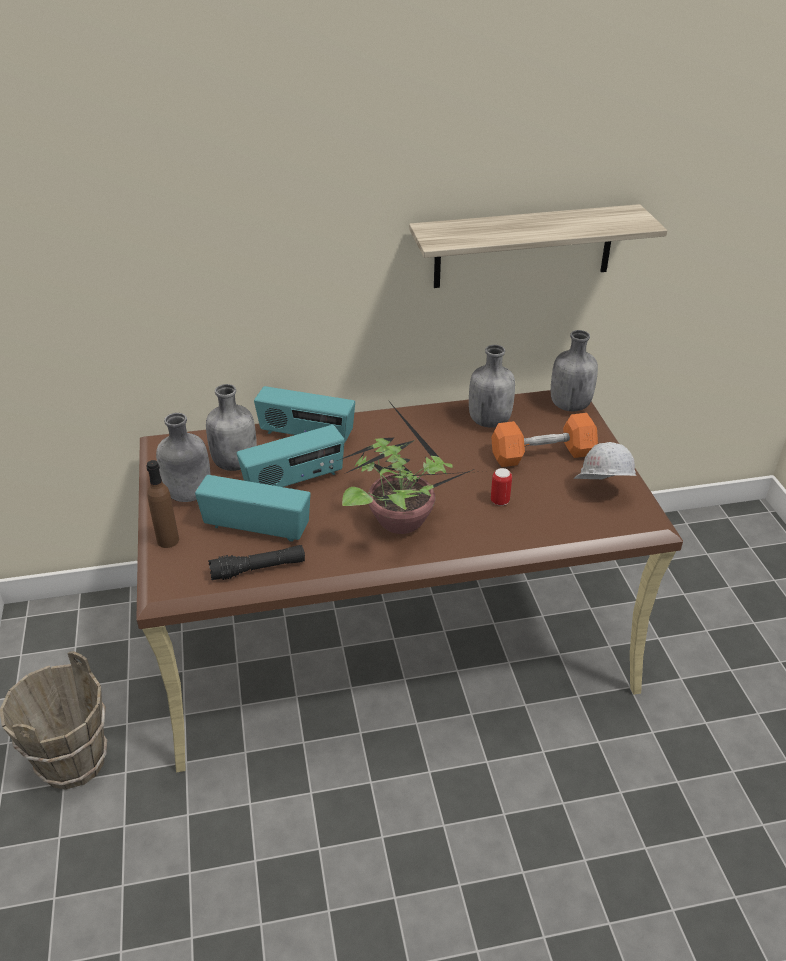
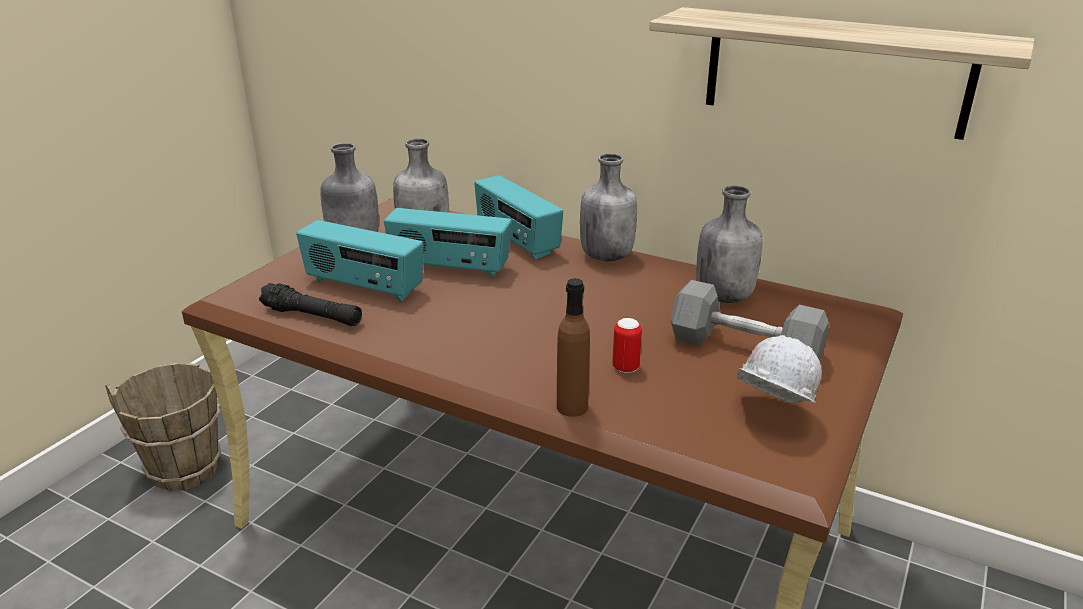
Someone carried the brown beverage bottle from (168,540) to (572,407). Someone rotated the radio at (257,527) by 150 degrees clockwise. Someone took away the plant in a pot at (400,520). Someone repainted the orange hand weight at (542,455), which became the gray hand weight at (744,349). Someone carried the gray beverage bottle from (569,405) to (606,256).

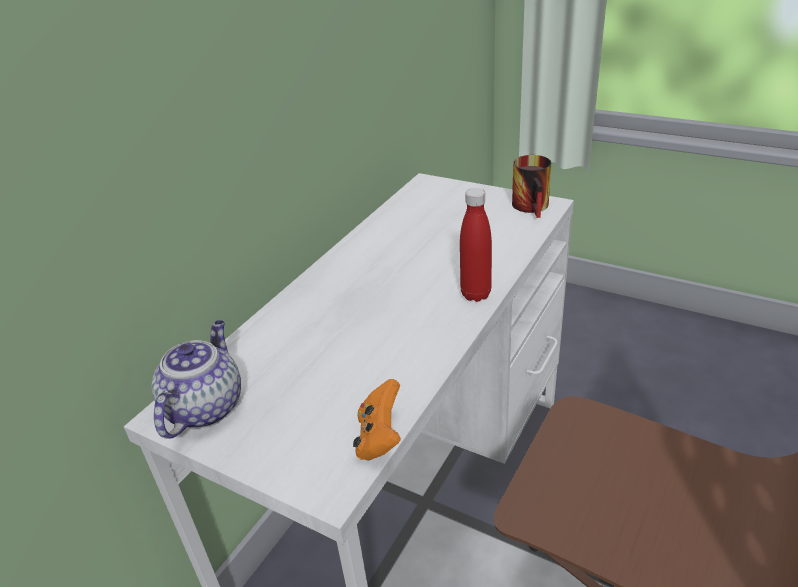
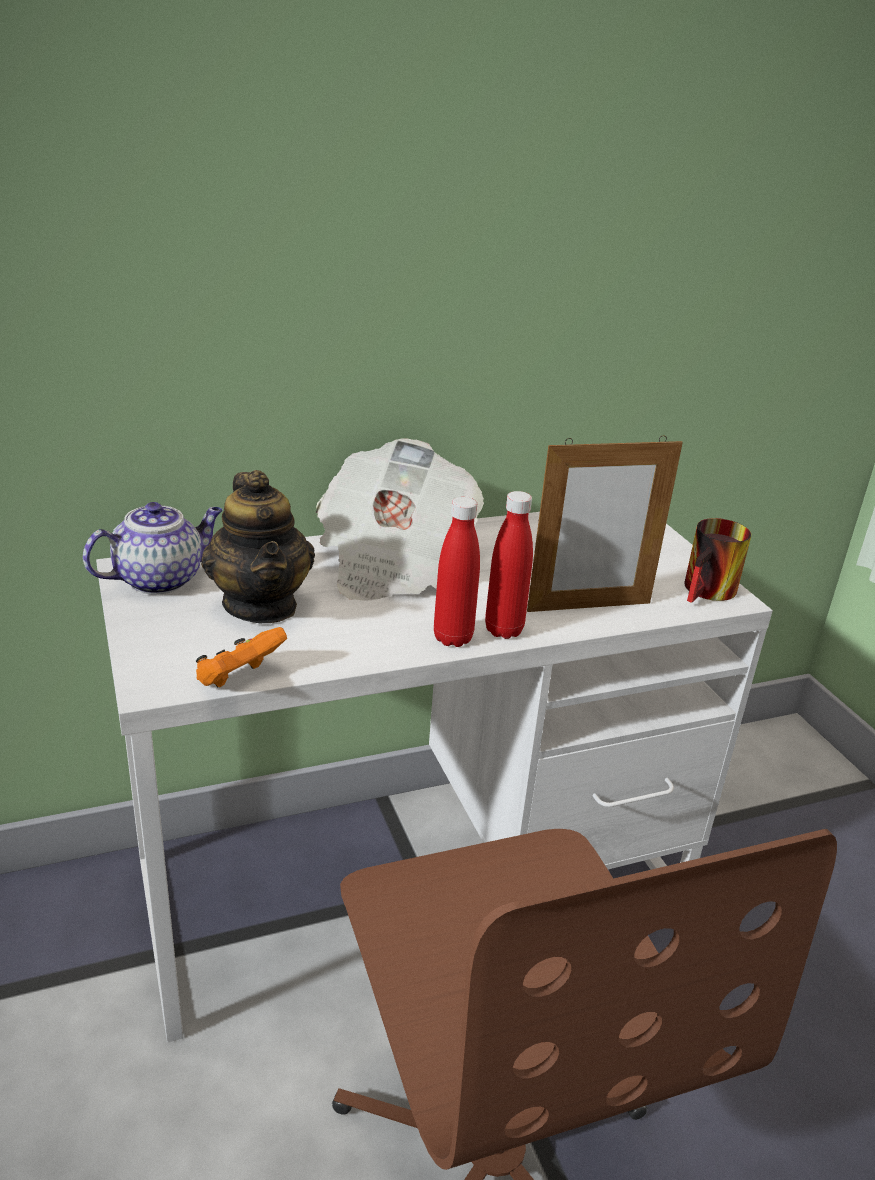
Someone put down the tea pot at (261,605). Someone put down the daily paper at (393,561). Someone put down the red-coloured beverage bottle at (453,638). Someone put down the photo frame at (589,607).

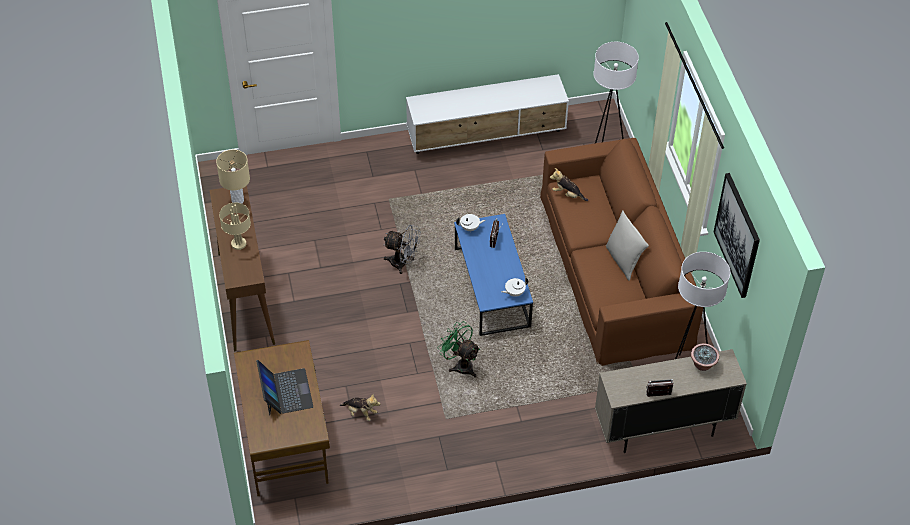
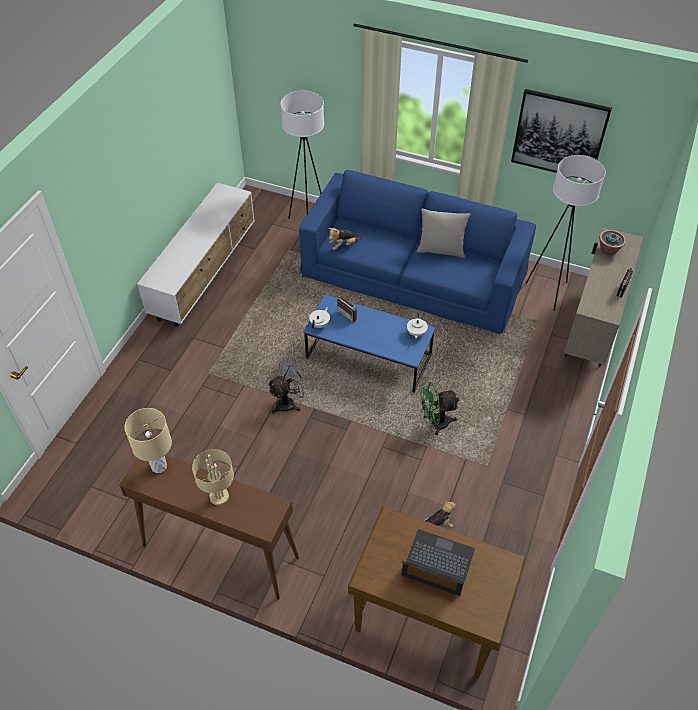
Someone repainted the brown settee at (615,269), which became the blue settee at (414,273).

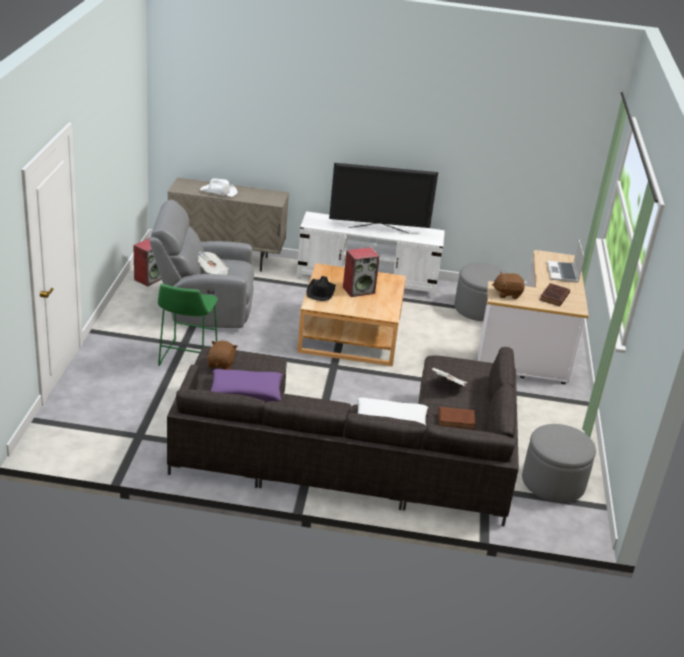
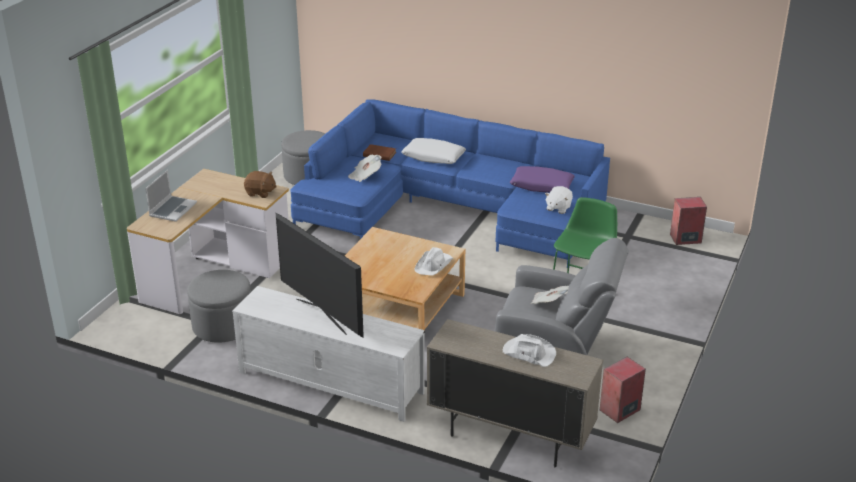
Someone repainted the gray settee at (356,452), which became the blue settee at (450,208). Someone repainted the brown soft toy at (221,364), which became the white soft toy at (558,208). Someone repainted the black wearable hat at (321,292), which became the white wearable hat at (434,265). Someone rotated the TV set at (378,230) by 150 degrees counterclockwise. Someone carried the loudspeaker from (359,290) to (685,239). Someone took away the brown volume at (554,297).

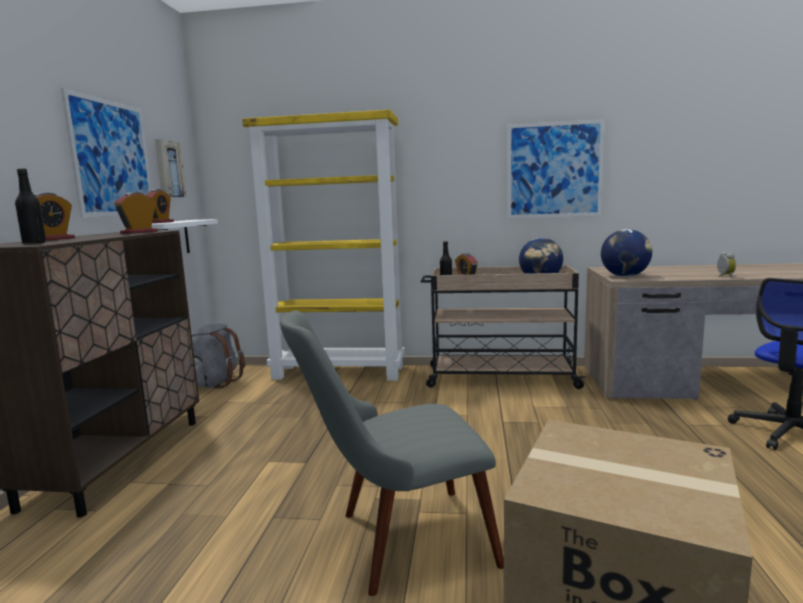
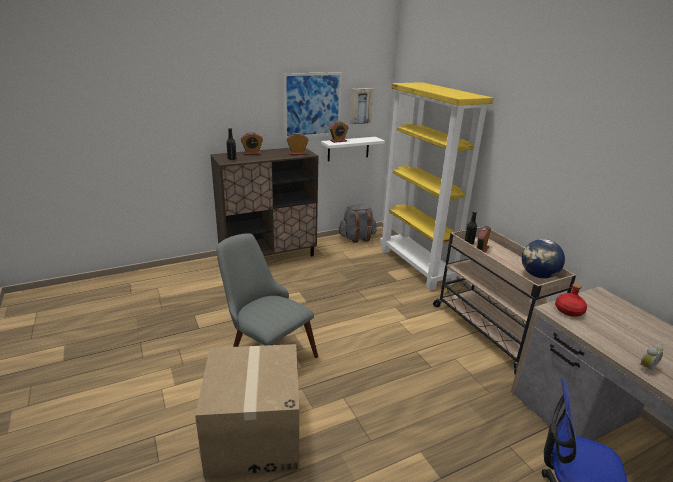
Someone took away the picture at (554,170). Someone swapped the globe at (625,276) for the red-coloured beverage bottle at (569,311).

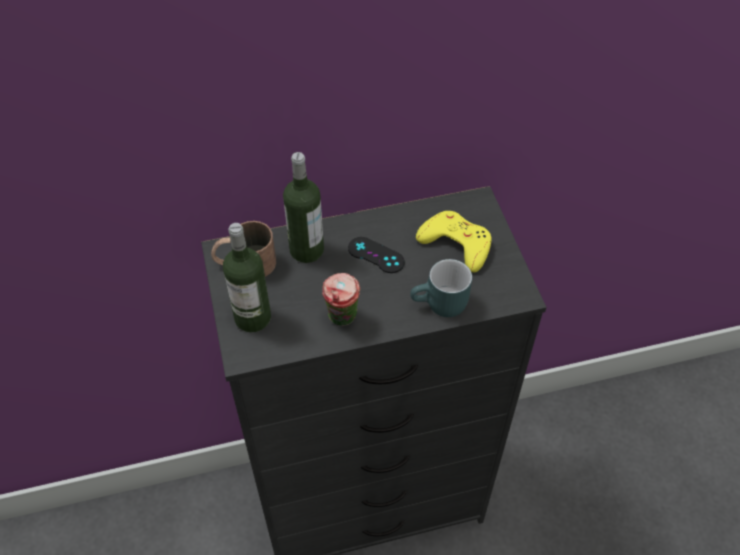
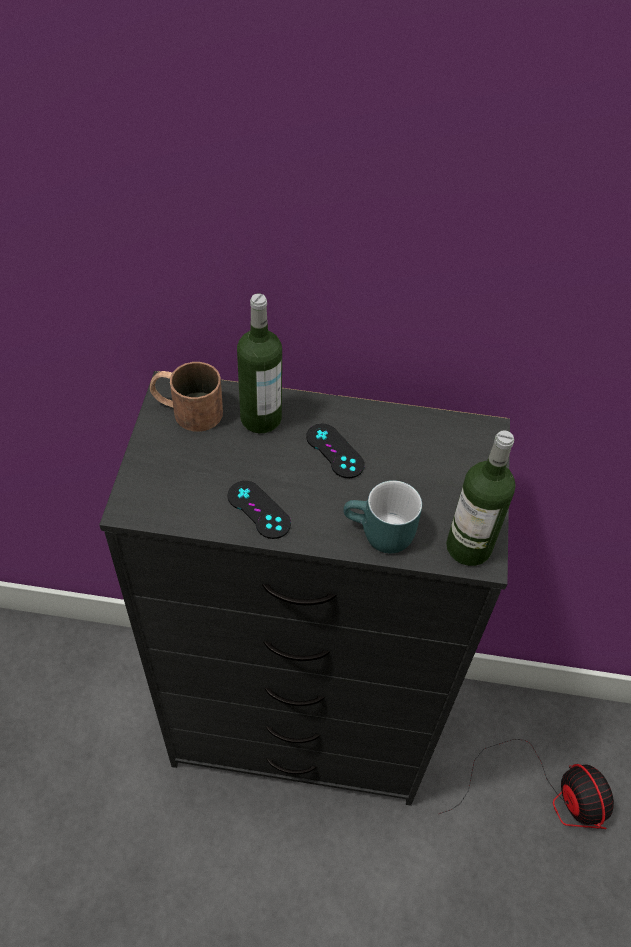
Someone carried the beverage bottle from (252,317) to (468,547). Someone swapped the small cup at (342,320) for the black joypad at (258,510). Someone took away the yellow joypad at (456,244). Someone put down the electric fan at (545,793).

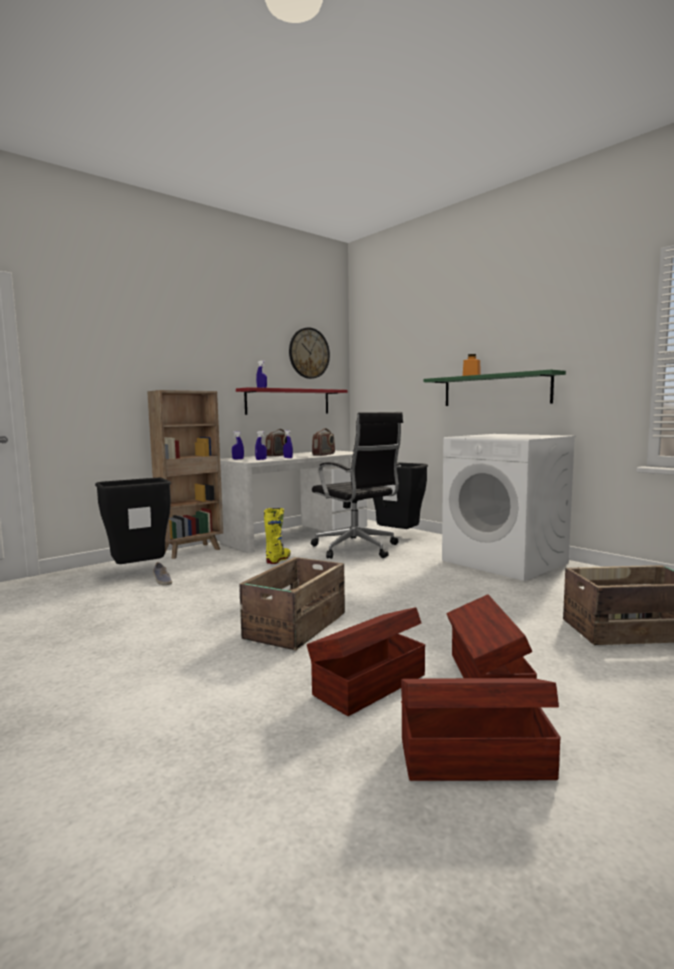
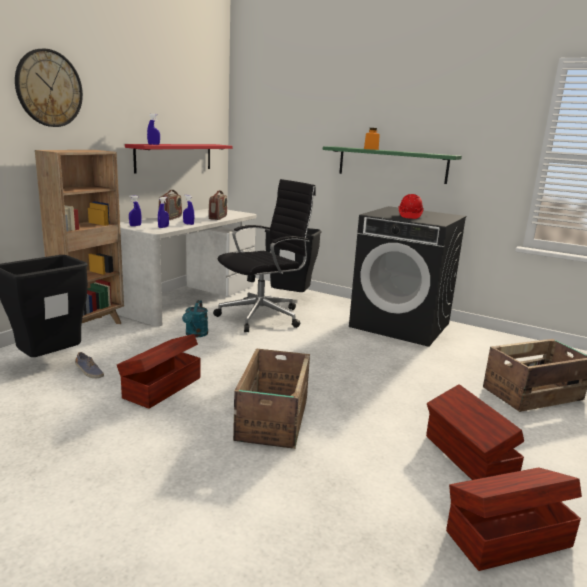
Someone swapped the yellow boot at (278,560) for the turquoise watering can at (195,334). Someone carried the clock on the wall from (309,353) to (49,88). Someone carried the brown storage bin from (368,684) to (161,387). Someone rotated the black desk chair at (357,549) by 75 degrees counterclockwise. Someone repainted the white washing machine at (505,561), which became the black washing machine at (401,325). Someone put down the red-coloured work helmet at (409,216).

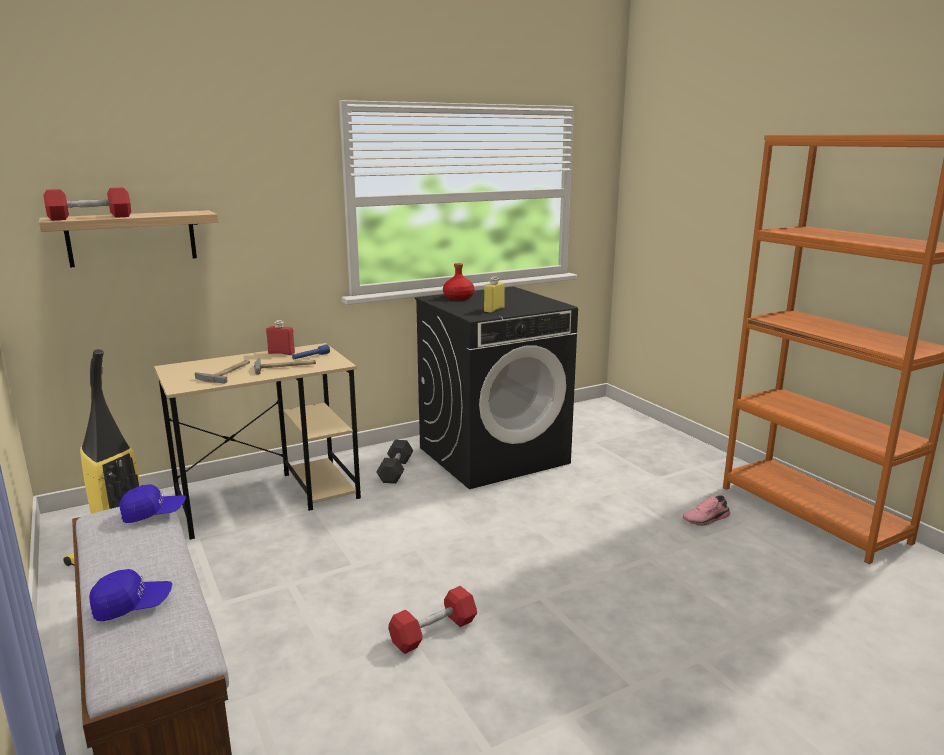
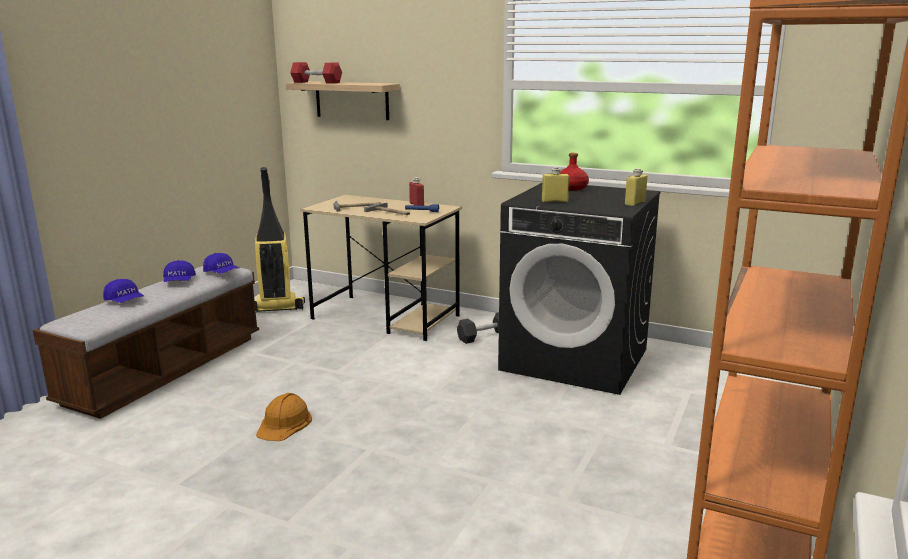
Someone swapped the red-coloured hand weight at (433,632) for the orange work helmet at (284,424). Someone took away the pink item of footwear at (706,519). Someone put down the blue baseball cap at (179,282). Someone put down the yellow beverage bottle at (635,203).

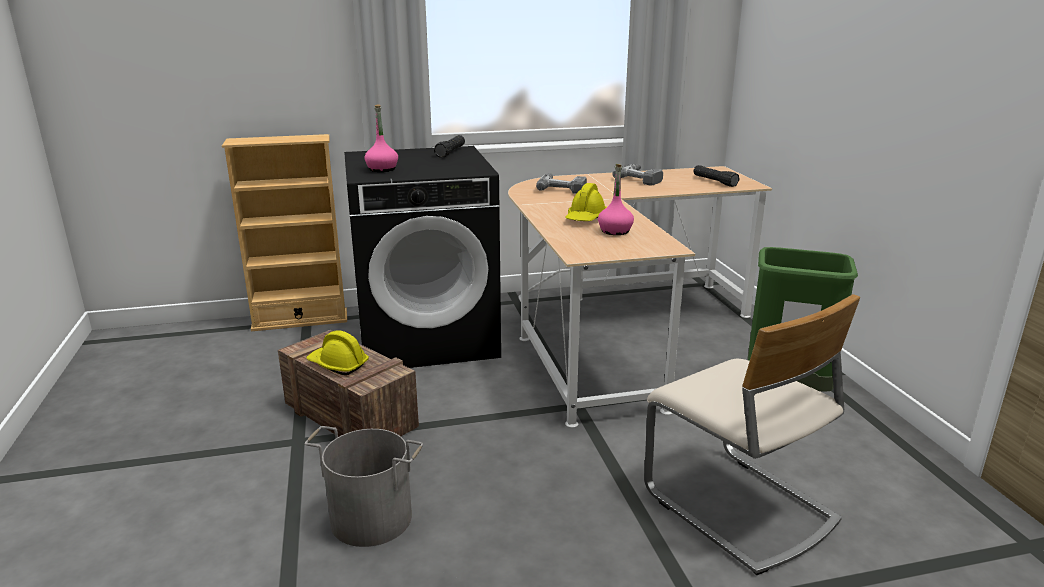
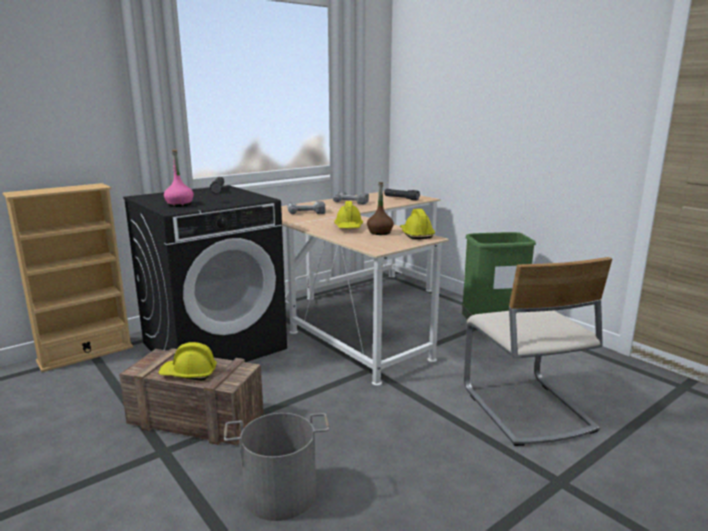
Someone repainted the pink beverage bottle at (615,231), which became the brown beverage bottle at (380,232). Someone rotated the beige-coloured plain chair at (738,507) by 45 degrees clockwise. Someone put down the yellow work helmet at (416,234).

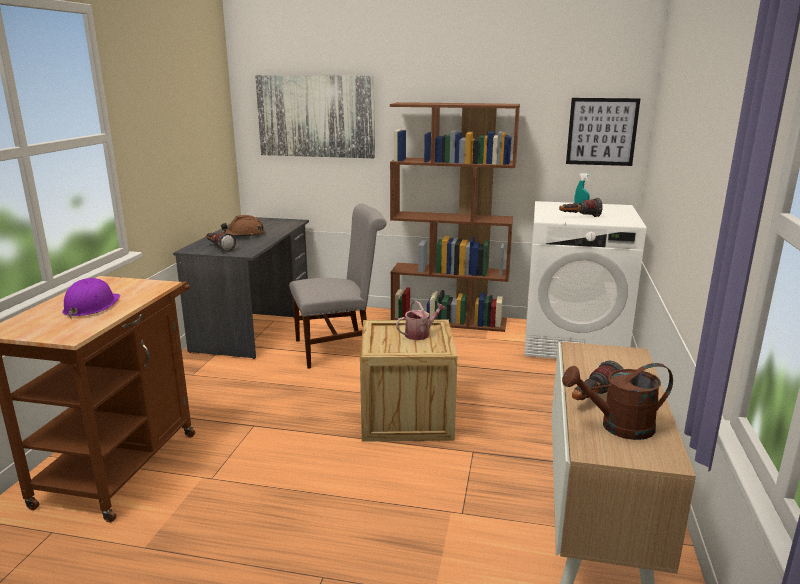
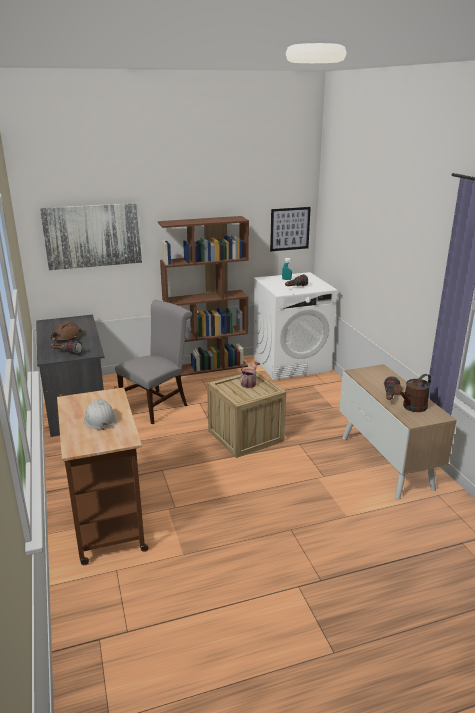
Someone repainted the purple work helmet at (91,306), which became the white work helmet at (99,419).

